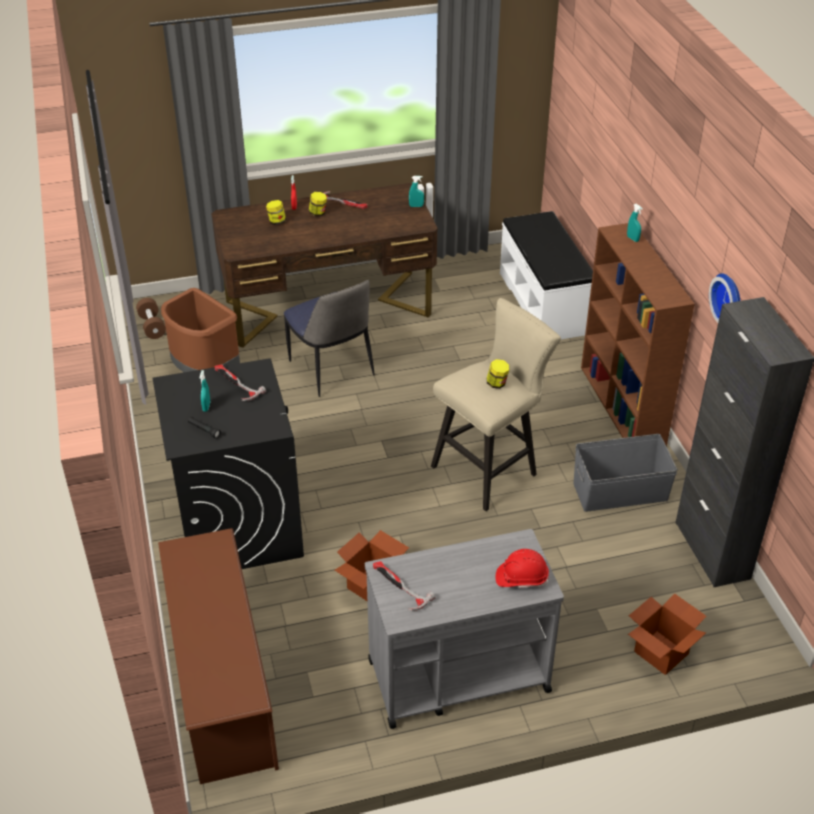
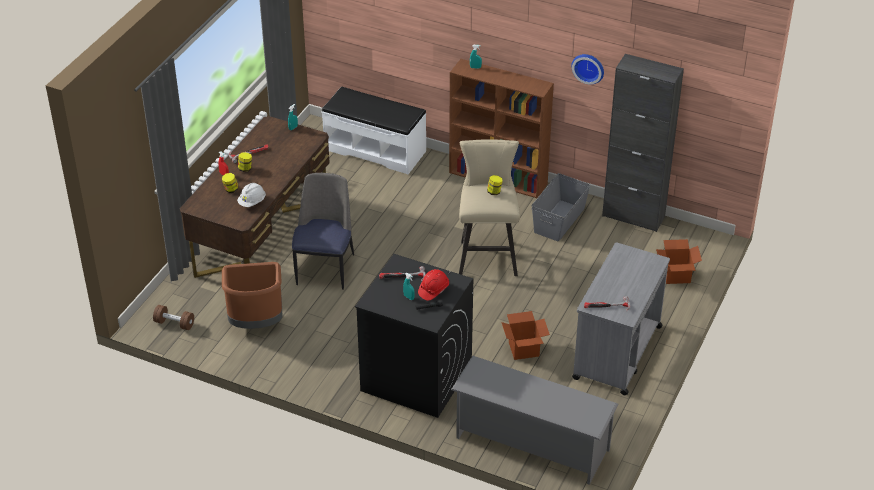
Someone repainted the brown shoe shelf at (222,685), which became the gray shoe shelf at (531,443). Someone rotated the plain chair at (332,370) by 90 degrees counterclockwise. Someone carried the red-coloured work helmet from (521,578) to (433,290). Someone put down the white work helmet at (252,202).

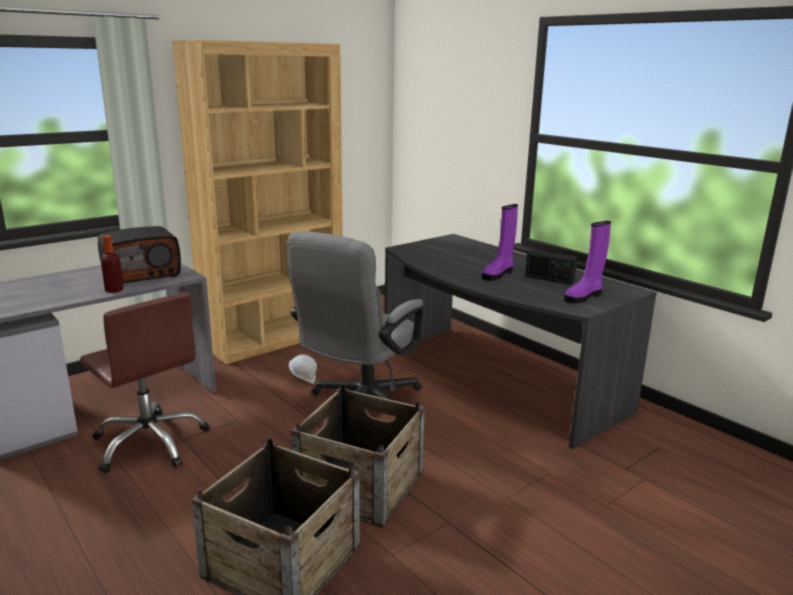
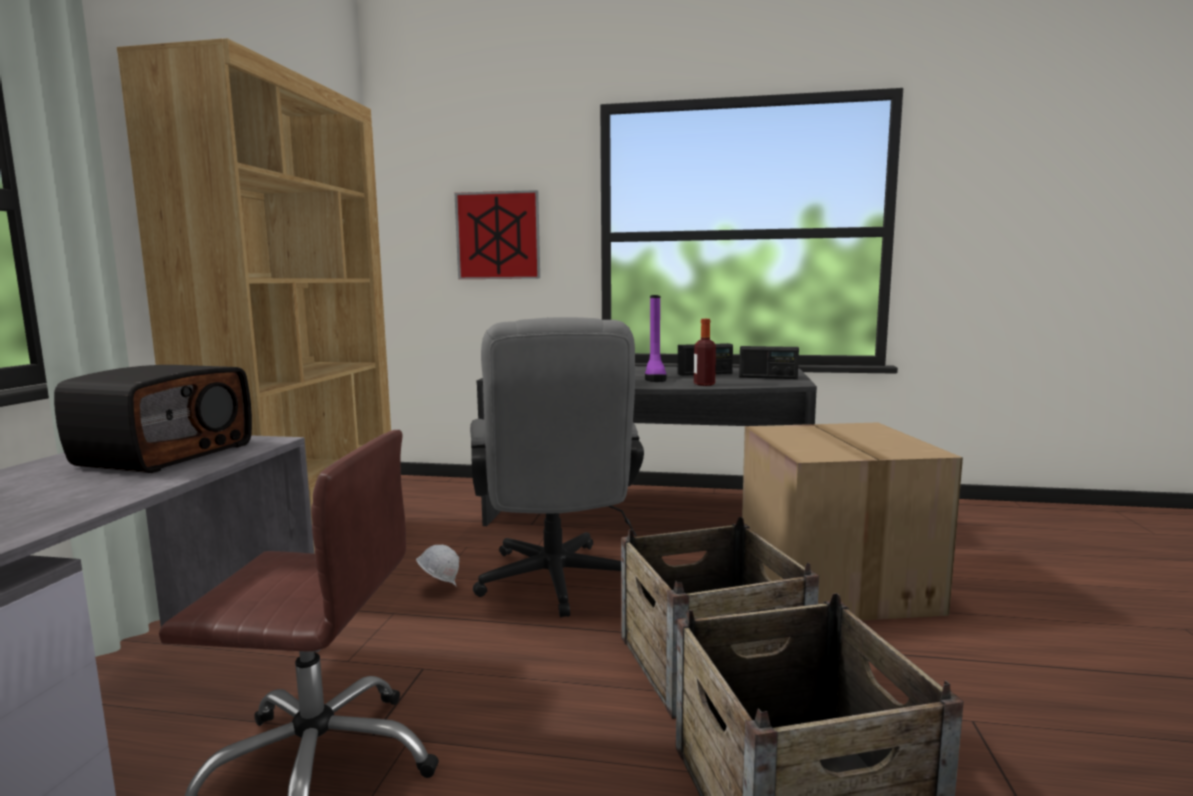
Someone carried the beverage bottle from (114,290) to (704,384). Someone swapped the purple boot at (583,297) for the radio at (768,377). Someone put up the picture at (498,235). Someone put down the packing box at (831,582).

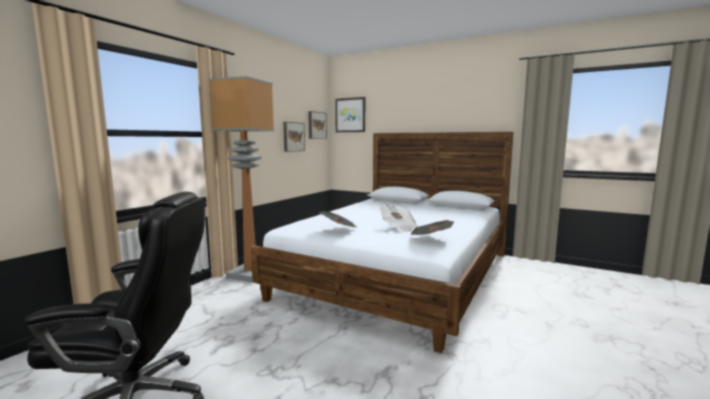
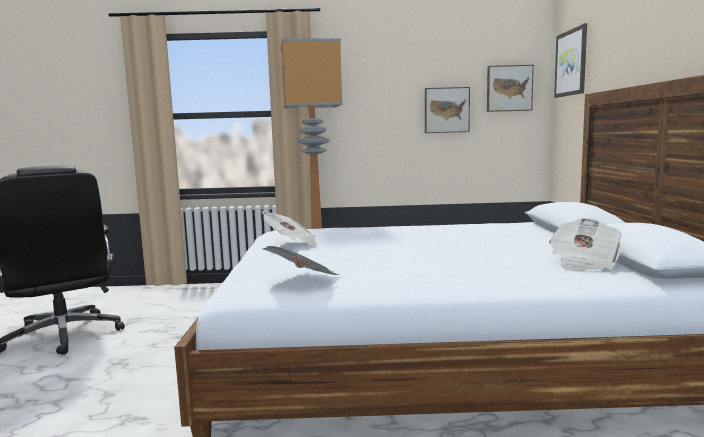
Someone carried the daily paper from (398,227) to (583,263).

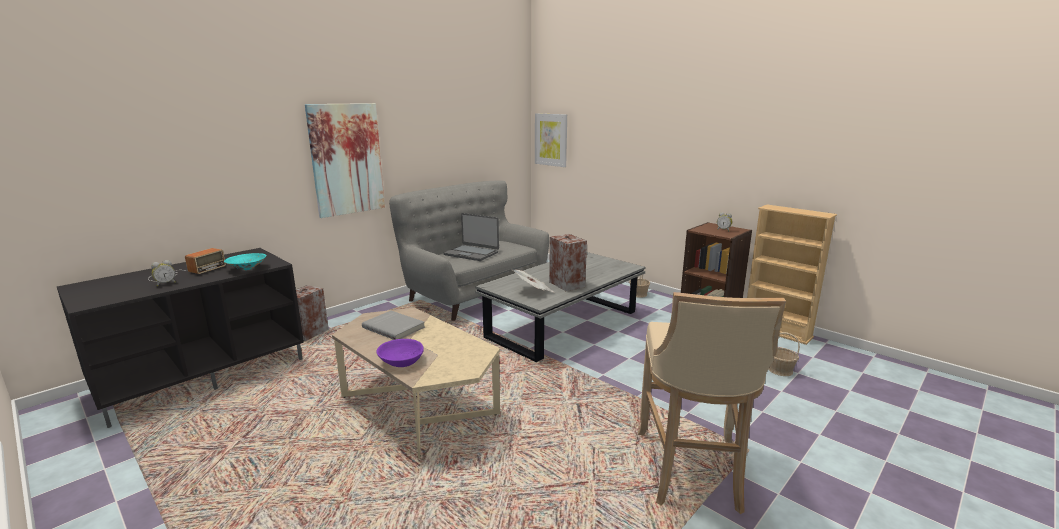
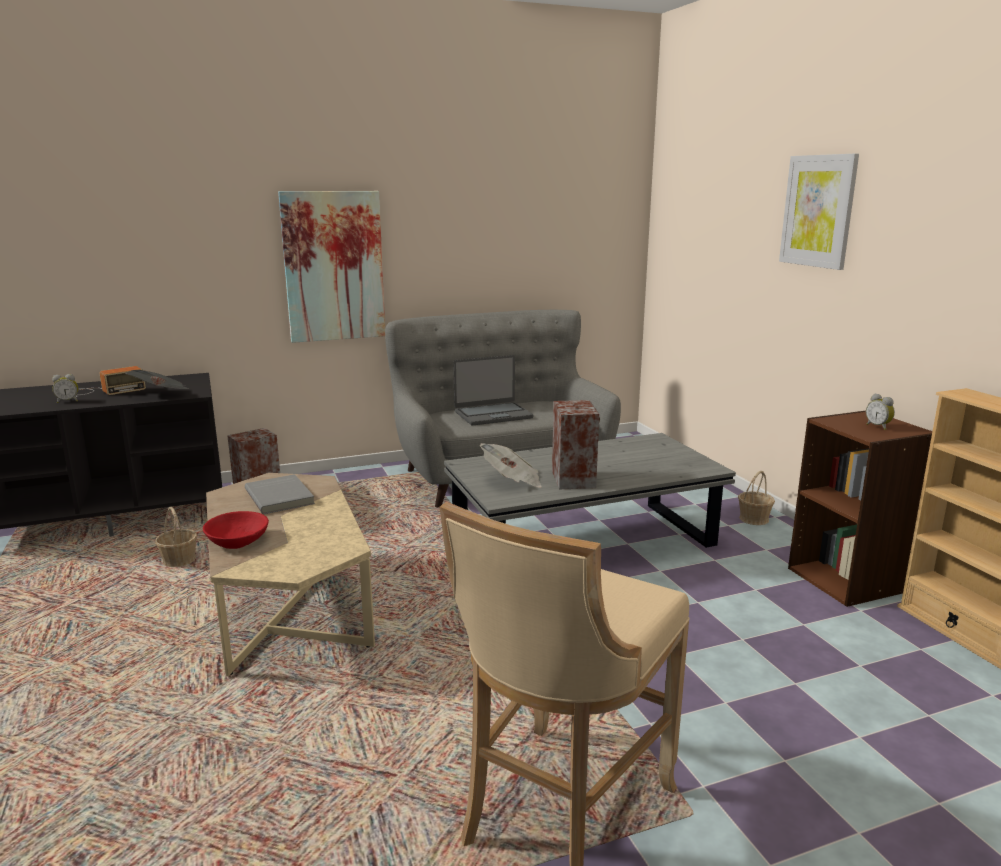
Someone swapped the turquoise serving bowl at (247,268) for the daily paper at (161,395). Someone repainted the purple serving bowl at (401,361), which became the red-coloured serving bowl at (237,541). Someone rotated the notebook computer at (472,253) by 75 degrees counterclockwise. Someone carried the picture from (551,139) to (818,211). Someone carried the household basket from (780,370) to (179,560).

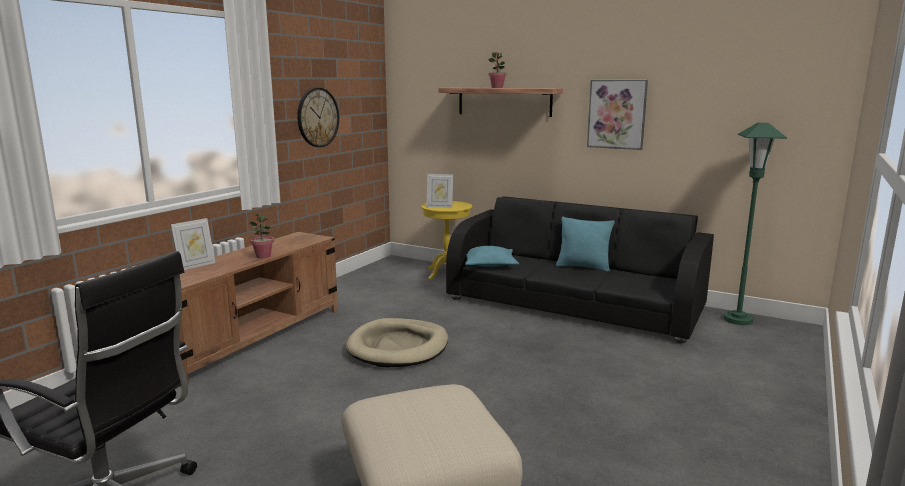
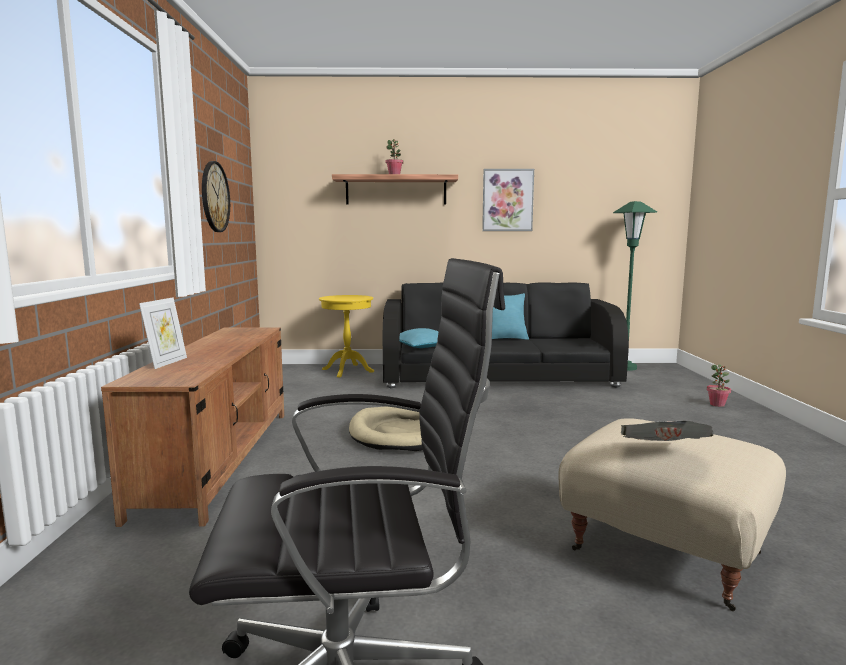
Someone carried the plant in a pot from (263,256) to (717,404). Someone took away the photo frame at (439,206). Someone put down the daily paper at (662,455).

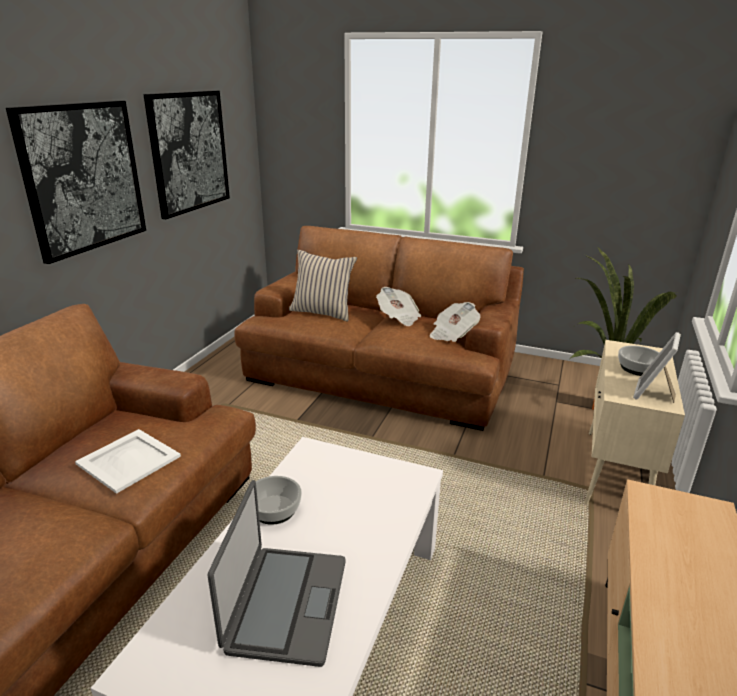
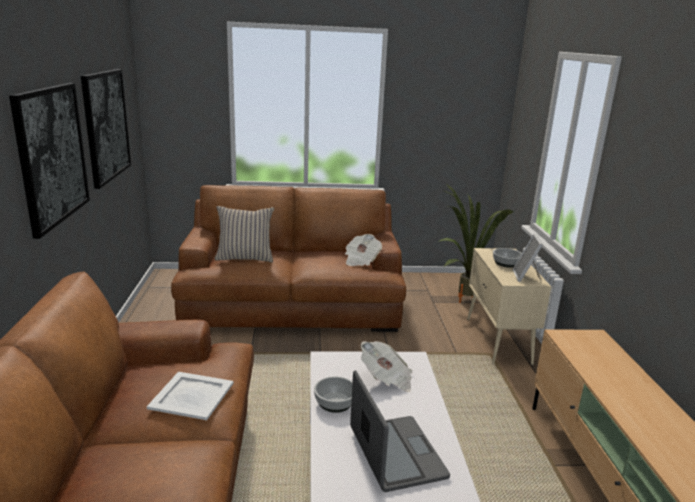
Someone carried the daily paper from (398,317) to (386,379).

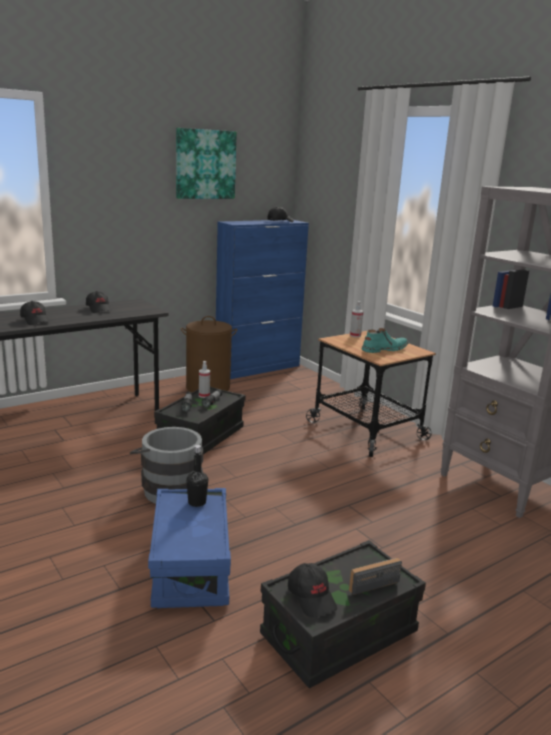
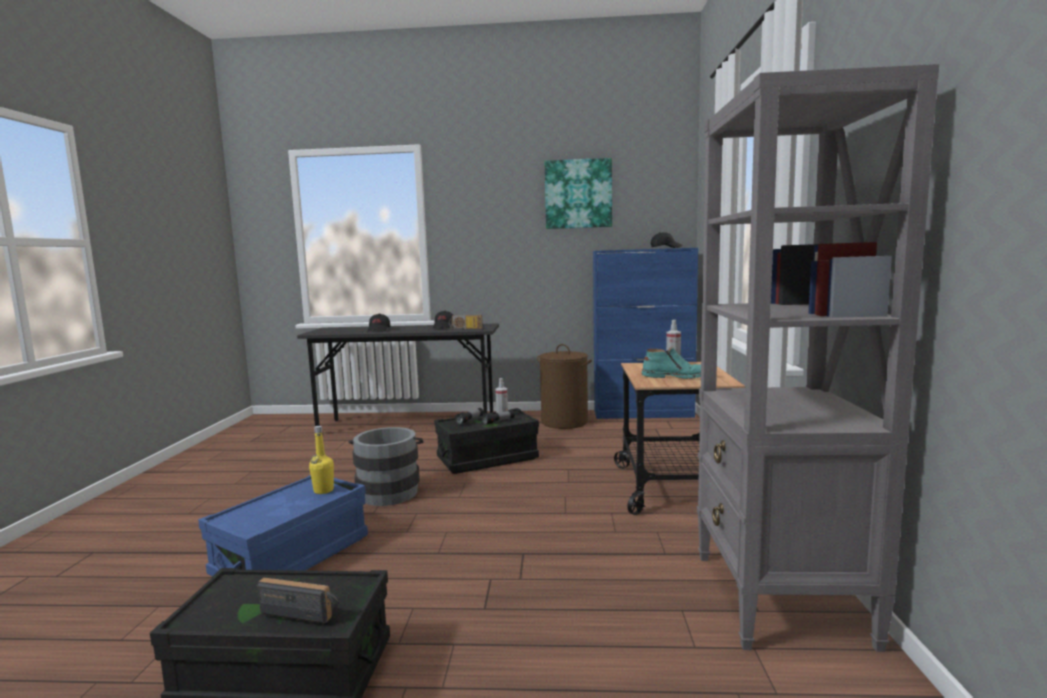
Someone repainted the black beverage bottle at (197,502), which became the yellow beverage bottle at (323,490). Someone took away the black baseball cap at (312,597). Someone put down the radio at (465,329).

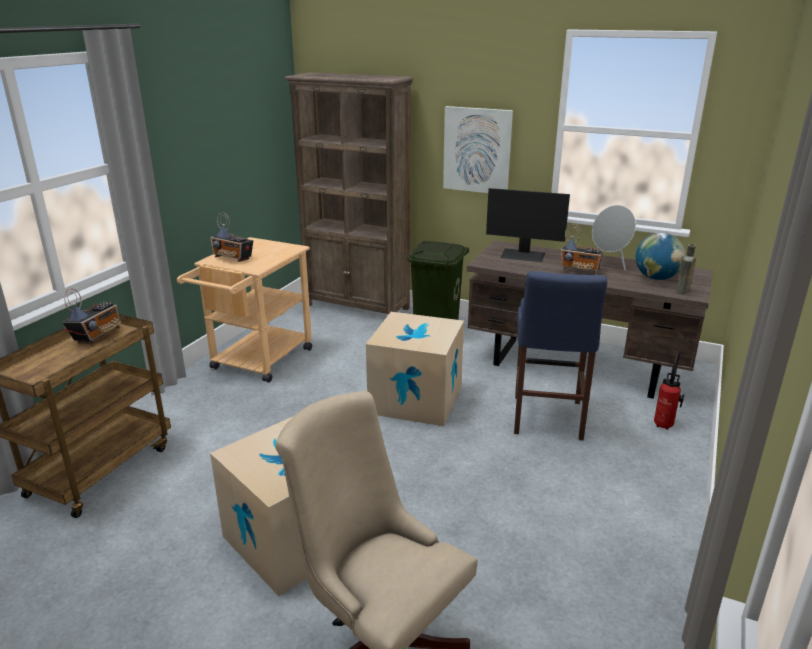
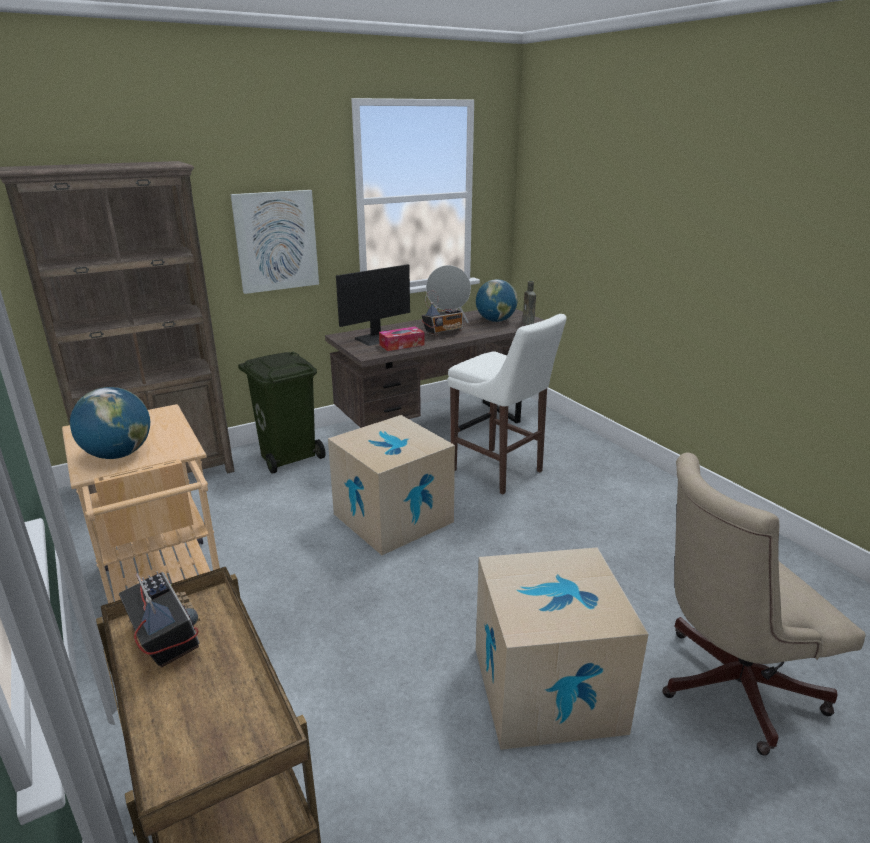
Someone swapped the radio at (233,258) for the globe at (118,454). Someone repainted the blue sitting stool at (547,420), which became the white sitting stool at (500,472). Someone took away the extinguisher at (665,424). Someone put down the tissue holder at (402,345).

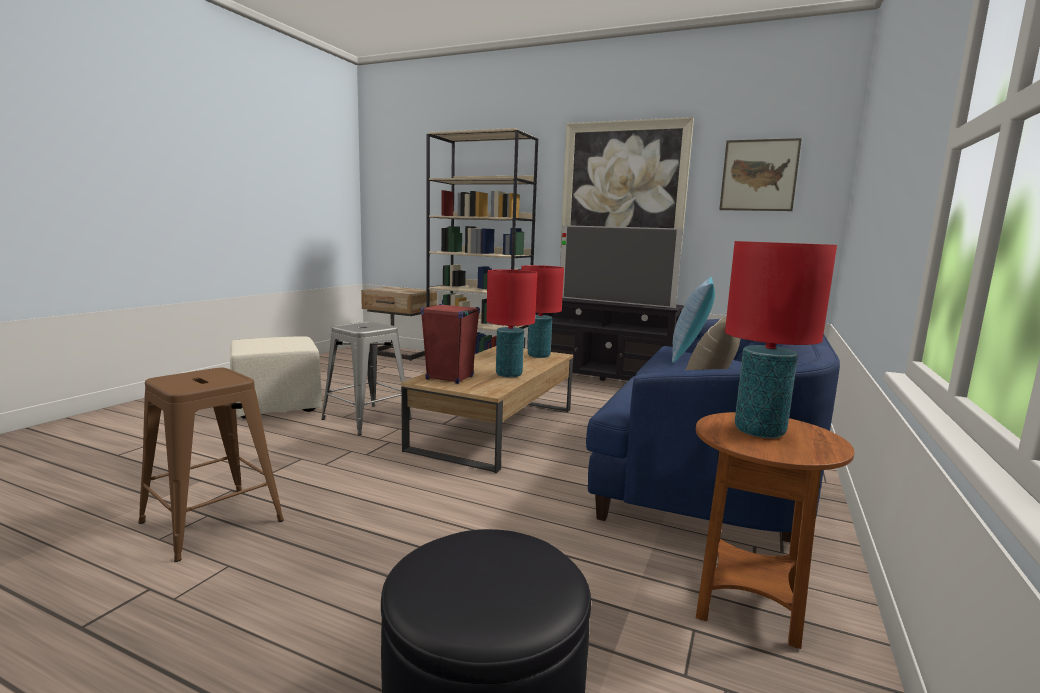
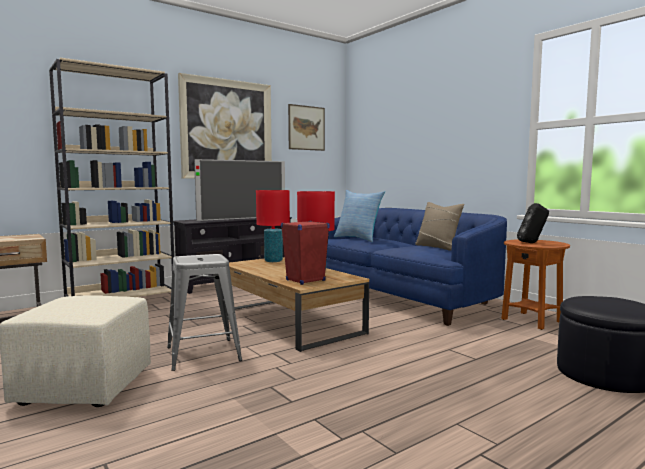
Someone took away the brown sitting stool at (211,521). Someone swapped the red-coloured tabletop lamp at (759,431) for the black loudspeaker at (532,243).

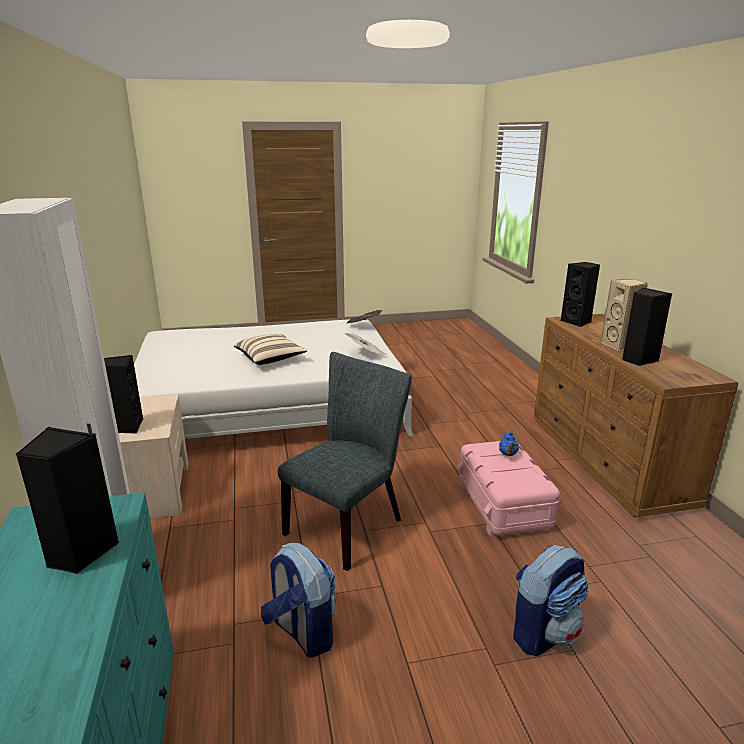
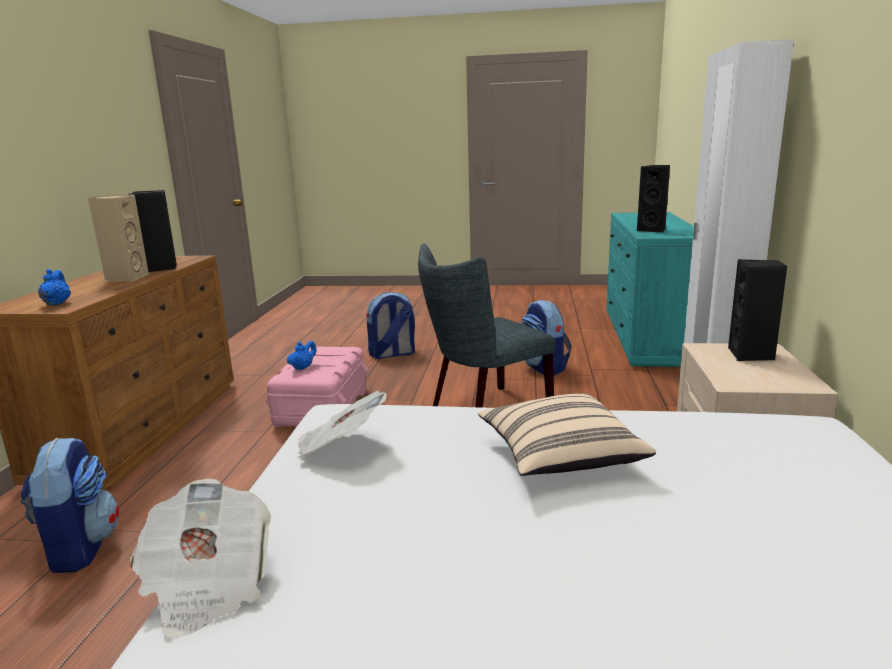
Someone swapped the black loudspeaker at (577,322) for the blue tea pot at (57,303). Someone put down the backpack at (79,548).

